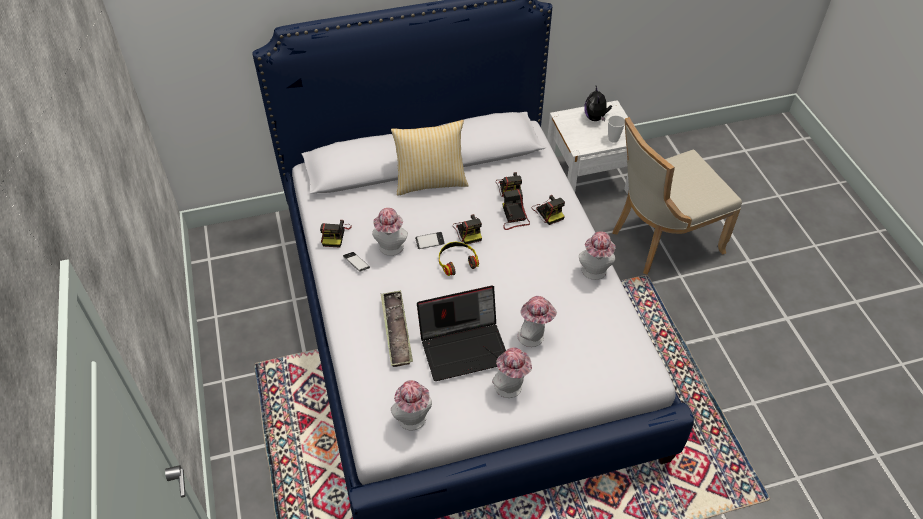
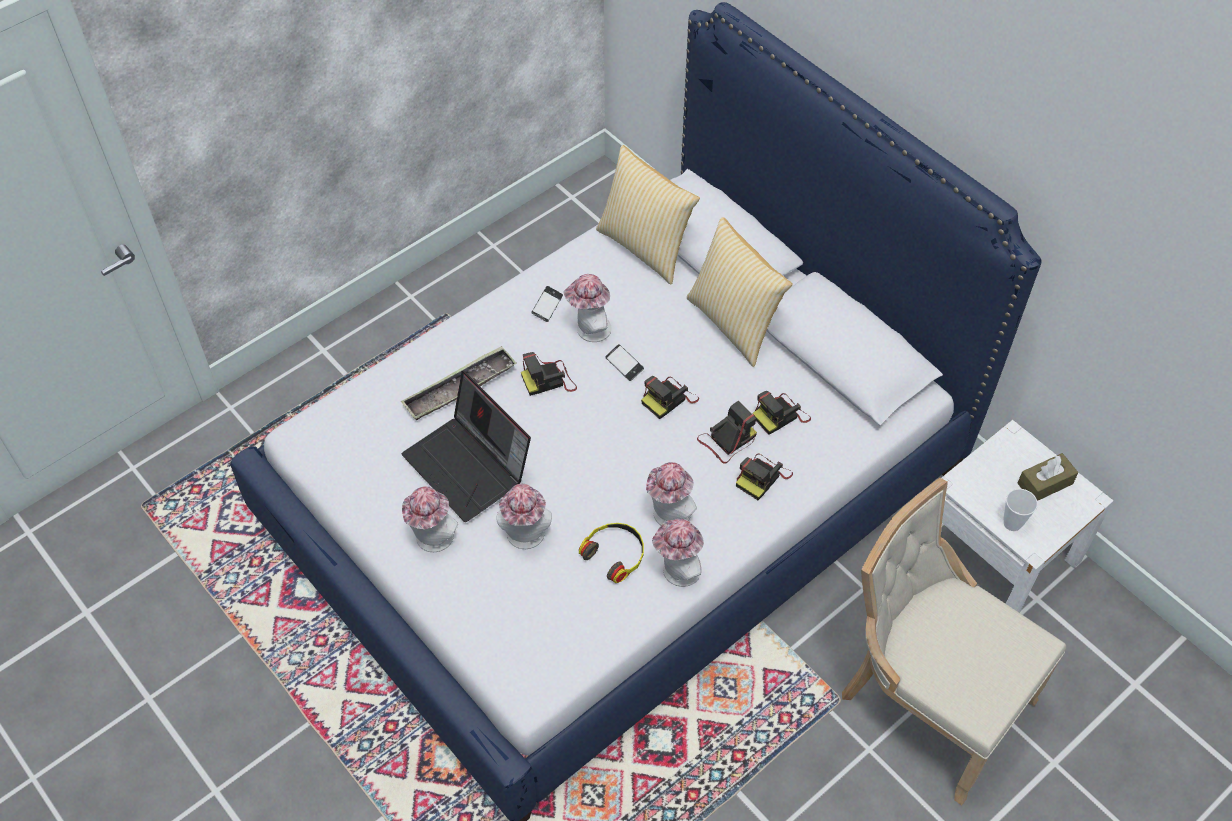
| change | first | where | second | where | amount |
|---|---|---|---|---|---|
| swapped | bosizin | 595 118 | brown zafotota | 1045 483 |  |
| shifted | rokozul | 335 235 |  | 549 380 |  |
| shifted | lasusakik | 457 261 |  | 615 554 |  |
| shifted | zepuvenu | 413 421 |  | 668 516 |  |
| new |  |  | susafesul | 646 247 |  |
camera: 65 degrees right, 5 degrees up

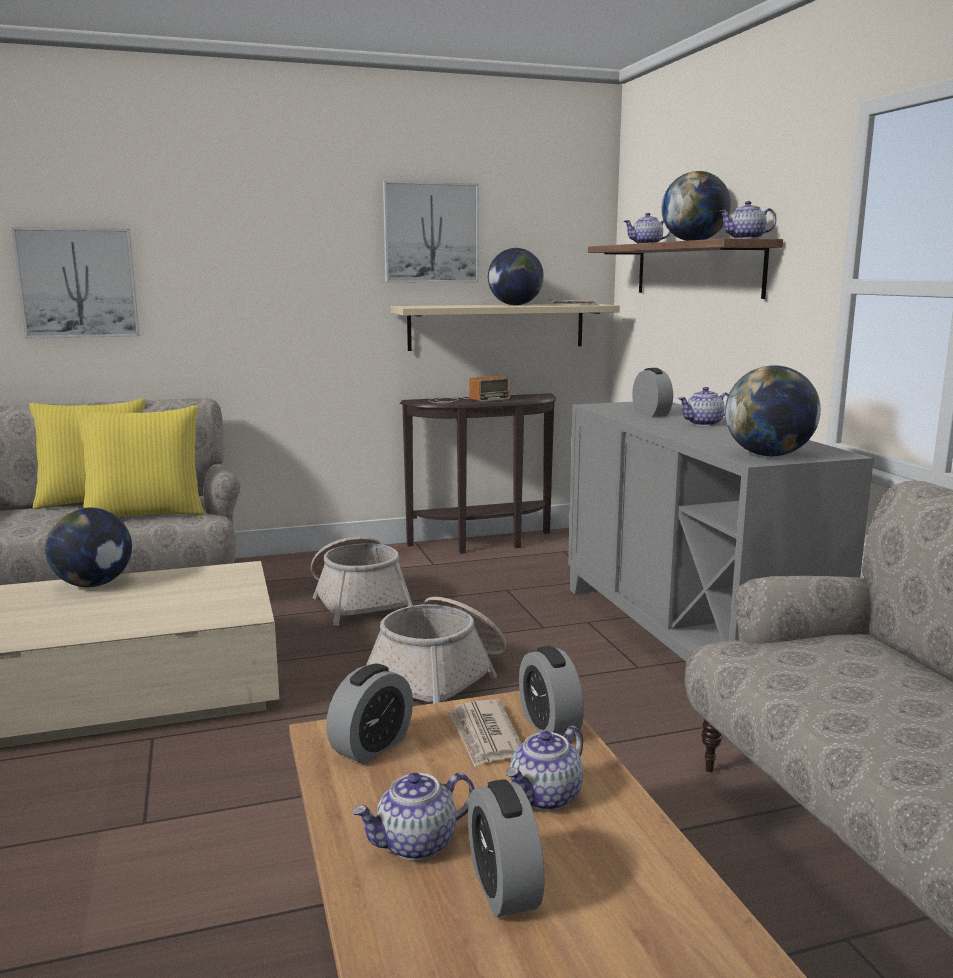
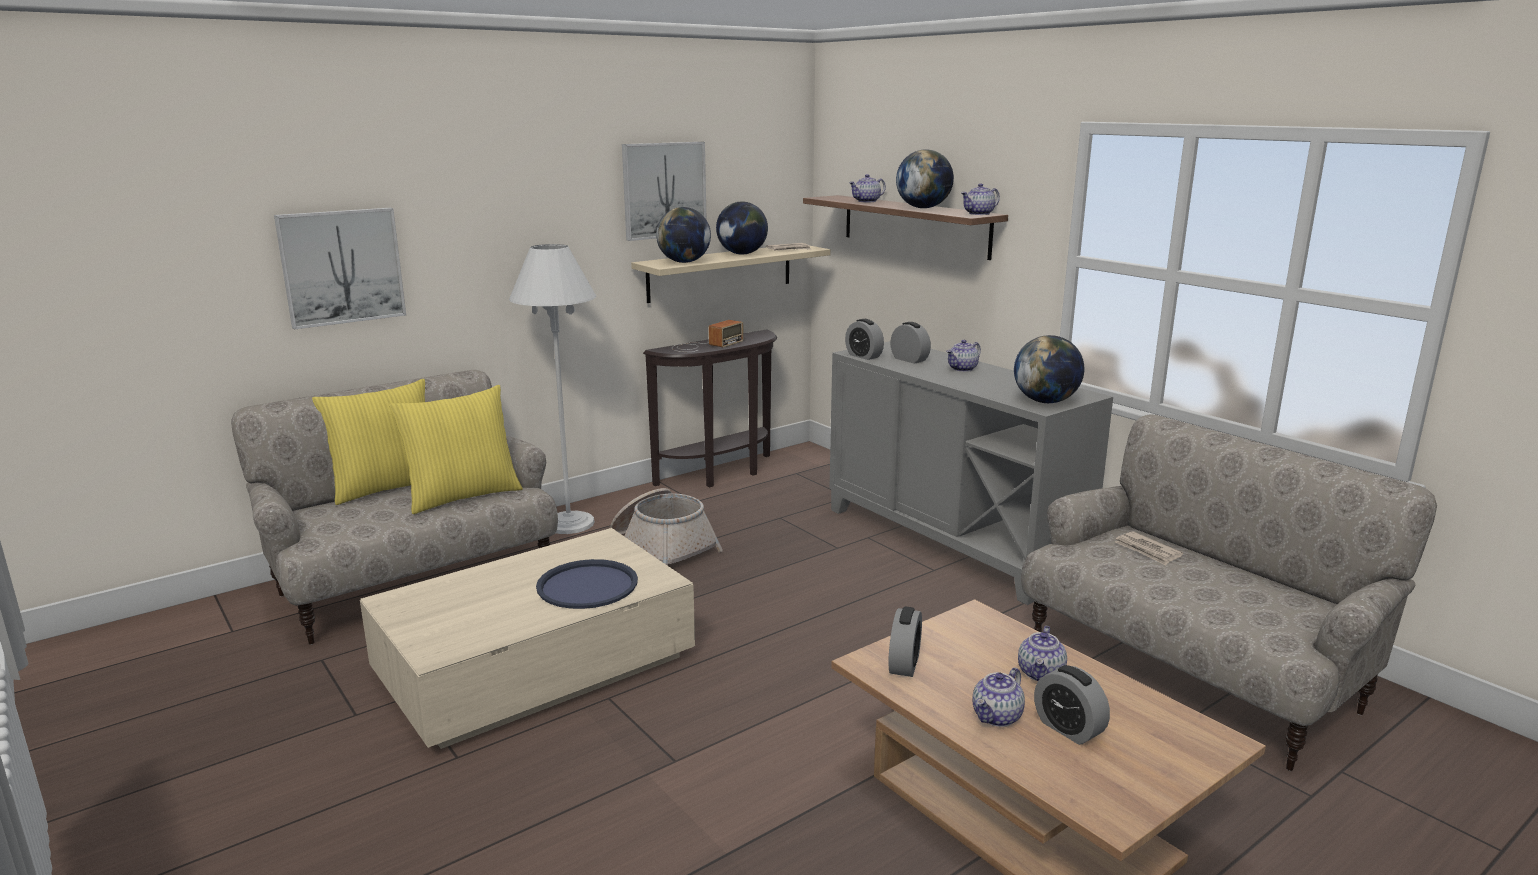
| change | first | where | second | where | amount |
|---|---|---|---|---|---|
| shifted | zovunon | 93 584 |  | 684 262 |  |
| gone | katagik | 440 676 |  |  |  |
| shifted | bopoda | 549 725 |  | 863 356 |  |
| shifted | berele | 484 736 |  | 1147 551 |  |
| new |  |  | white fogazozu | 569 523 |  |
| new |  |  | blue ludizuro | 587 586 |  |
camera: 20 degrees left, 5 degrees up

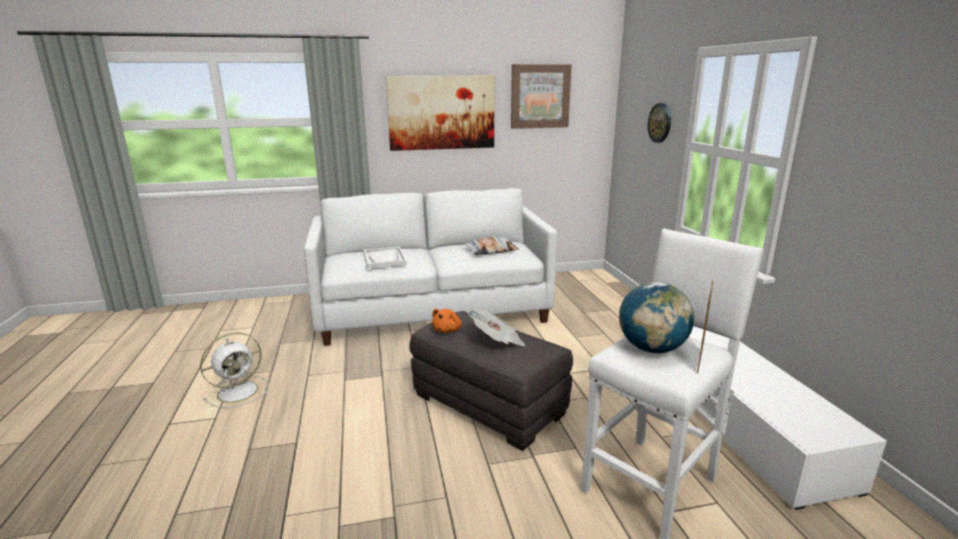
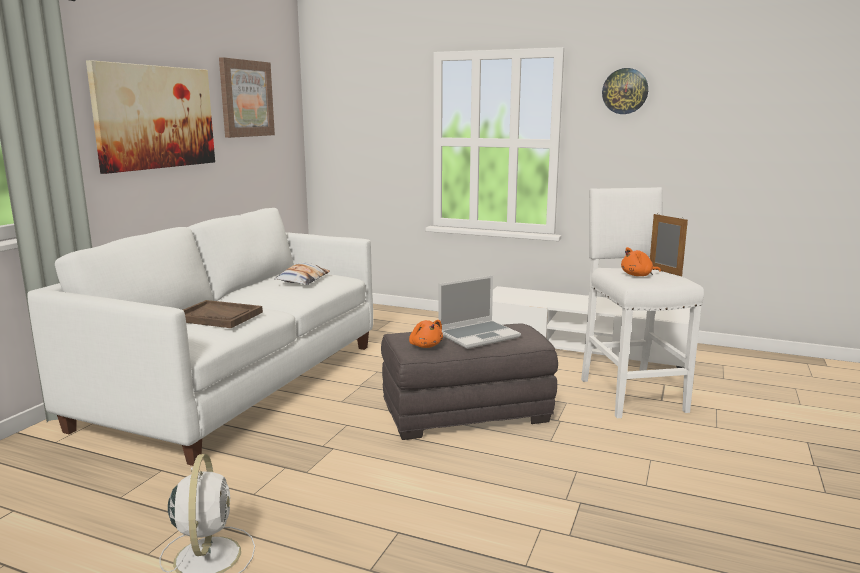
| change | first | where | second | where | amount |
|---|---|---|---|---|---|
| shifted | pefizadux | 660 123 |  | 625 91 |  |
| repainted | white ludizuro | 384 259 | brown ludizuro | 218 316 |  |
| swapped | zovunon | 651 349 | orange bosizin | 638 275 |  |
| swapped | berele | 496 341 | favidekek | 479 335 |  |
camera: 55 degrees left, 5 degrees down

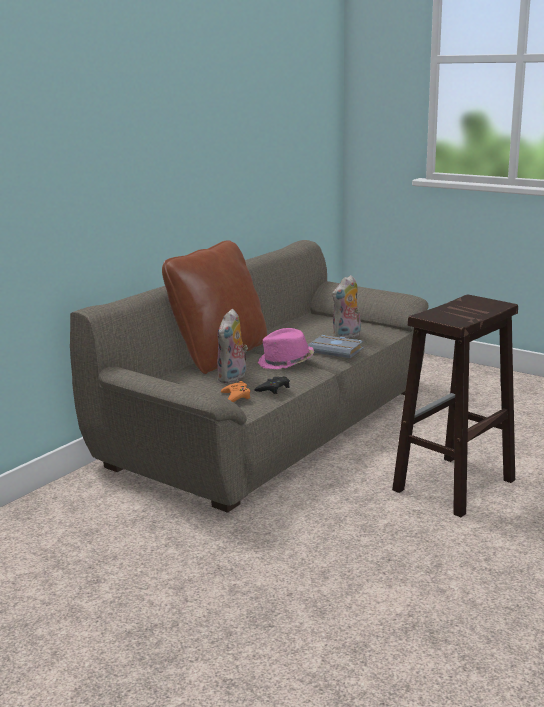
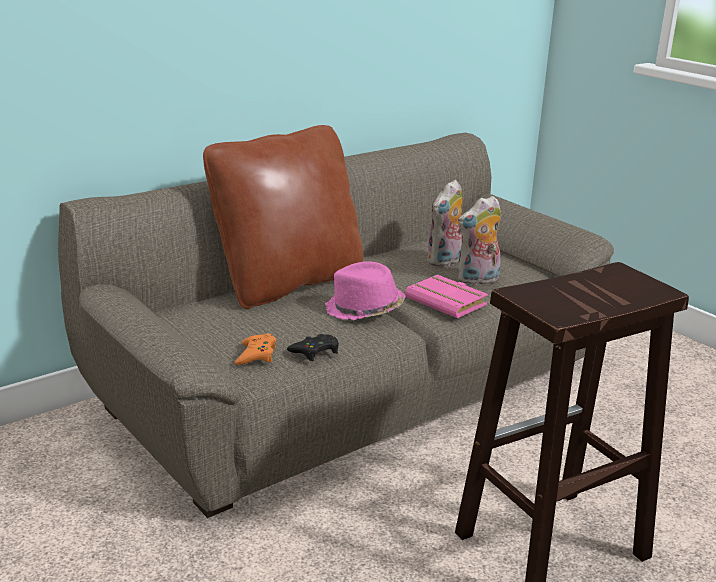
| change | first | where | second | where | amount |
|---|---|---|---|---|---|
| shifted | bosizin | 233 378 |  | 445 261 |  |
| repainted | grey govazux | 337 350 | pink govazux | 448 302 |  |
camera: 15 degrees right, 5 degrees up

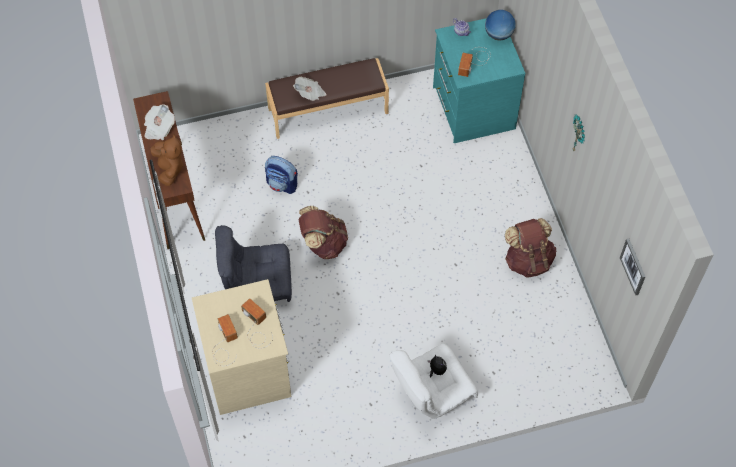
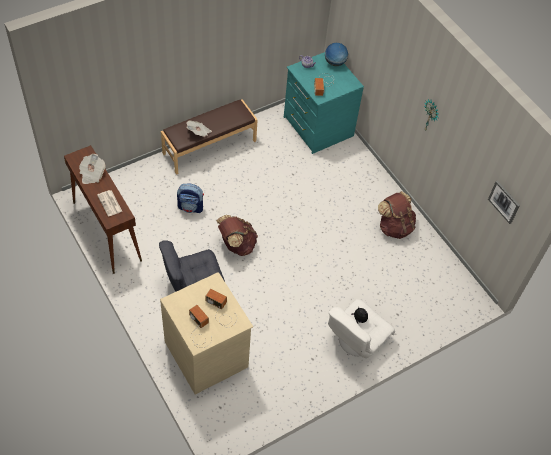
| change | first | where | second | where | amount |
|---|---|---|---|---|---|
| swapped | brown bosizin | 169 169 | berele | 110 203 |  |
camera: 20 degrees left, 5 degrees down

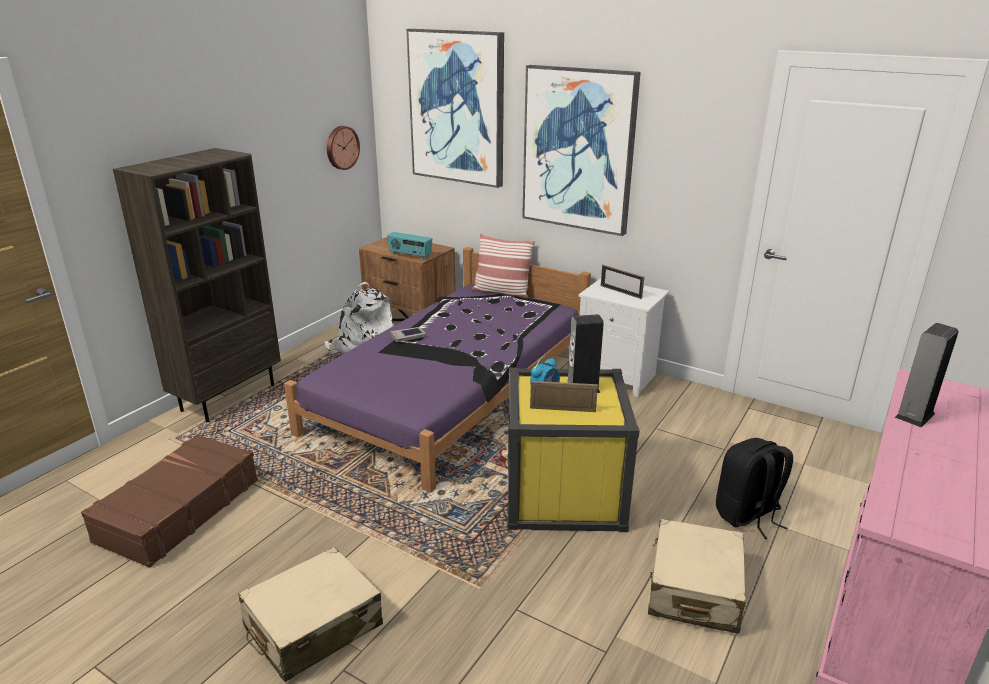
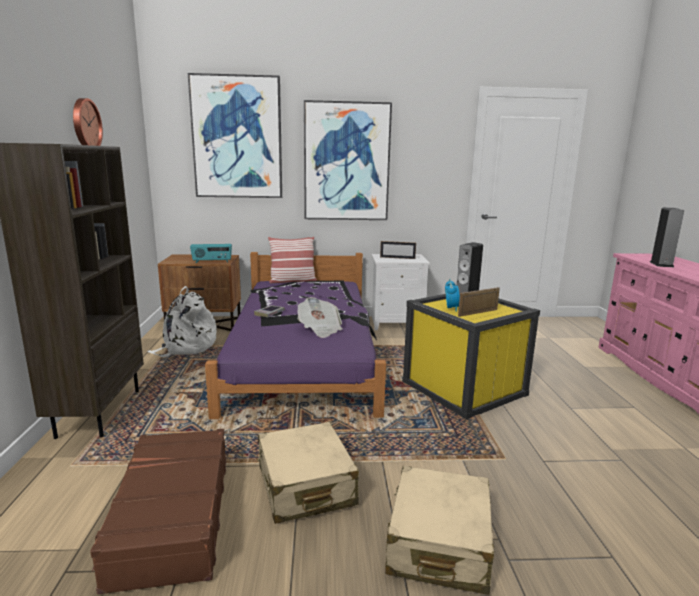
| change | first | where | second | where | amount |
|---|---|---|---|---|---|
| shifted | pefizadux | 341 147 |  | 85 124 |  |
| gone | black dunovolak | 747 515 |  |  |  |
| shifted | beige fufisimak | 694 589 |  | 305 485 |  |
| new |  |  | berele | 319 329 |  |
camera: 35 degrees left, 10 degrees down

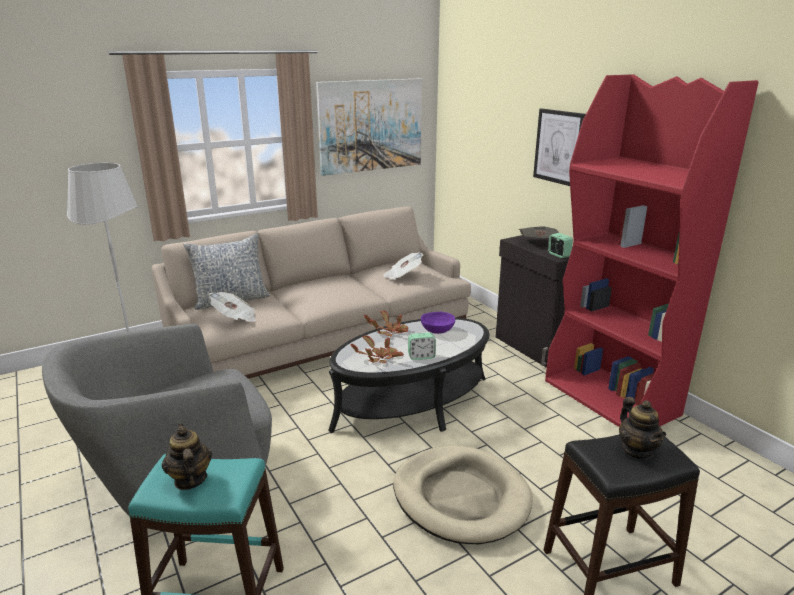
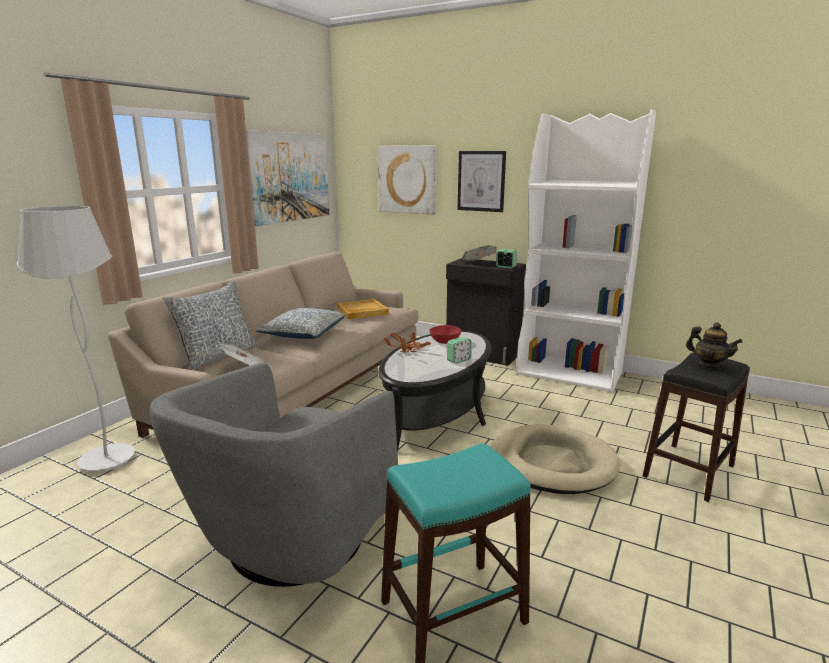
| change | first | where | second | where | amount |
|---|---|---|---|---|---|
| repainted | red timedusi | 611 398 | white timedusi | 570 373 |  |
| swapped | berele | 403 276 | beige ludizuro | 362 311 |  |
| repainted | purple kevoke | 437 331 | red kevoke | 444 342 |  |
| gone | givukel | 379 358 |  |  |  |
| gone | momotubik | 190 479 |  |  |  |
| new |  |  | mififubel | 407 179 |  |
| new |  |  | susafesul | 303 333 |  |
camera: 30 degrees left, 5 degrees down

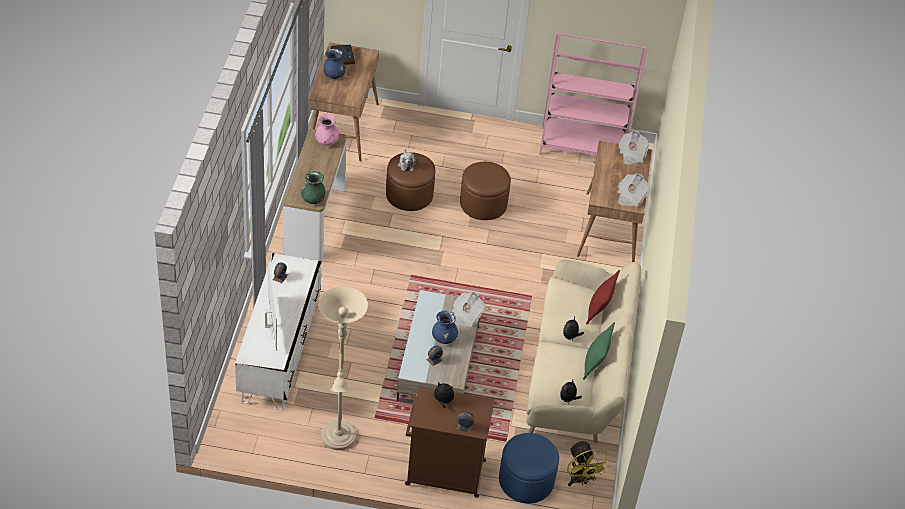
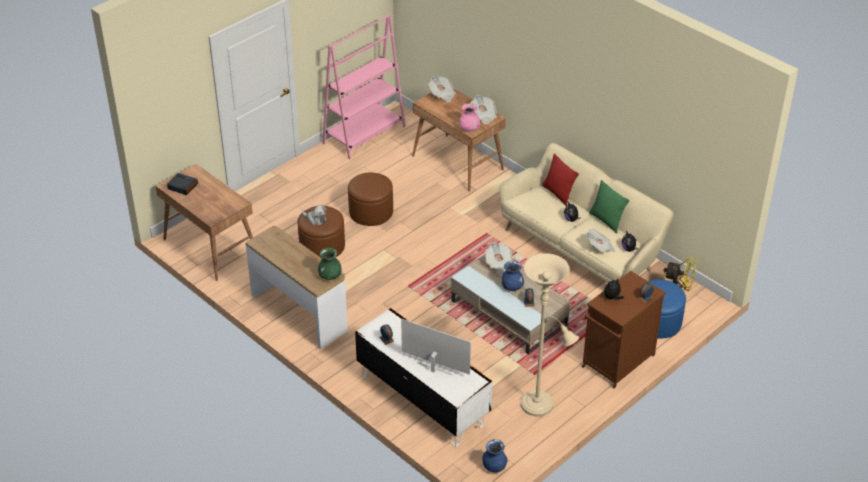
| change | first | where | second | where | amount |
|---|---|---|---|---|---|
| shifted | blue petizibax | 334 75 |  | 494 466 |  |
| shifted | pink petizibax | 327 142 |  | 469 129 |  |
| new |  |  | berele | 600 248 |  |
camera: 50 degrees left, 5 degrees down

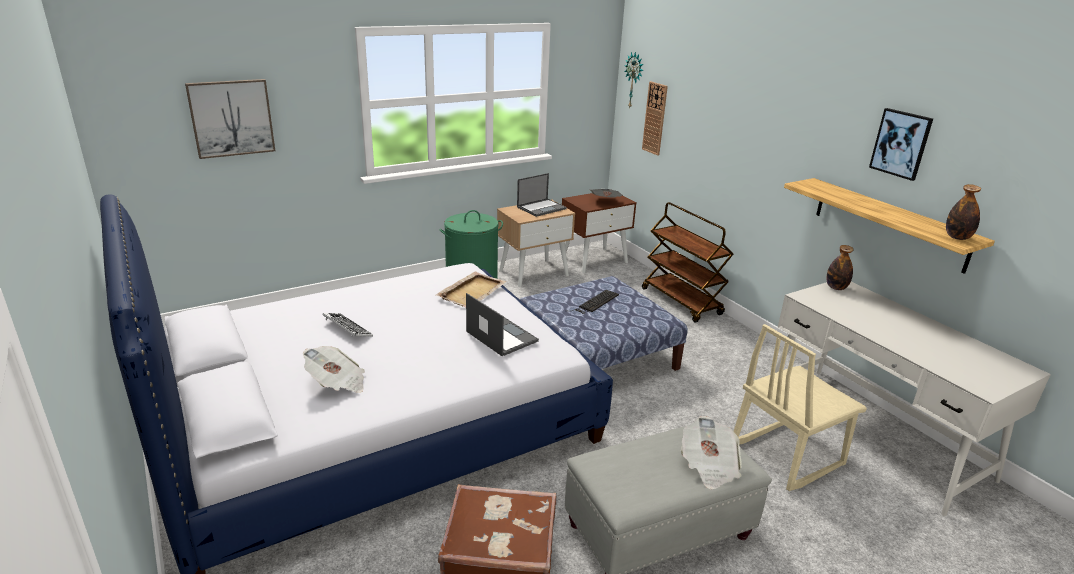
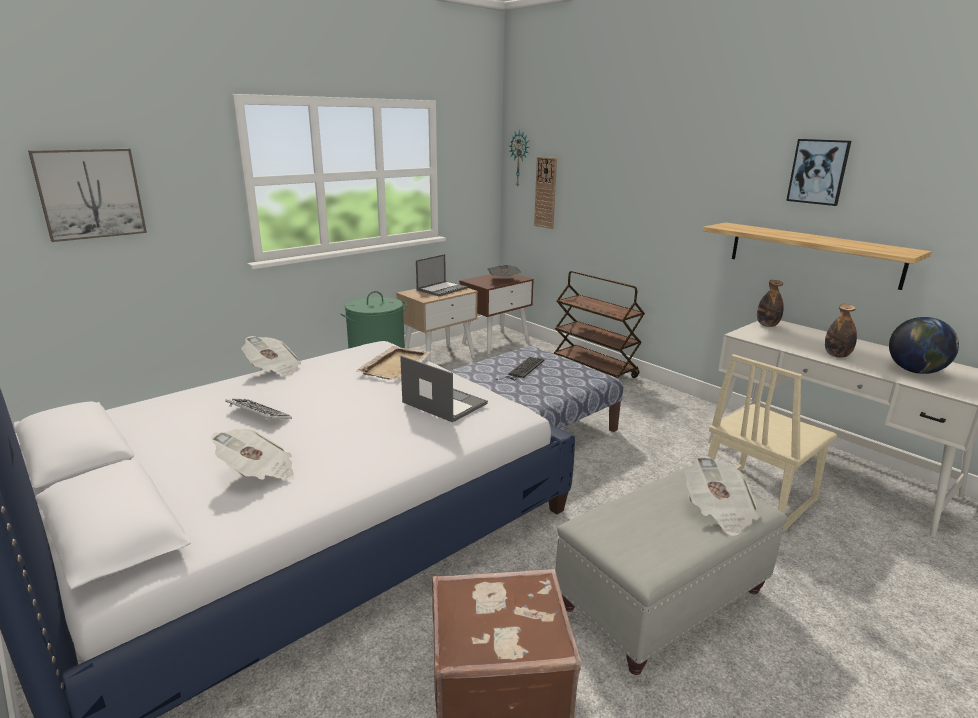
| change | first | where | second | where | amount |
|---|---|---|---|---|---|
| shifted | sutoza | 957 237 |  | 837 355 |  |
| new |  |  | zovunon | 915 371 |  |
| new |  |  | berele | 274 370 |  |
camera: 10 degrees left, 5 degrees down

